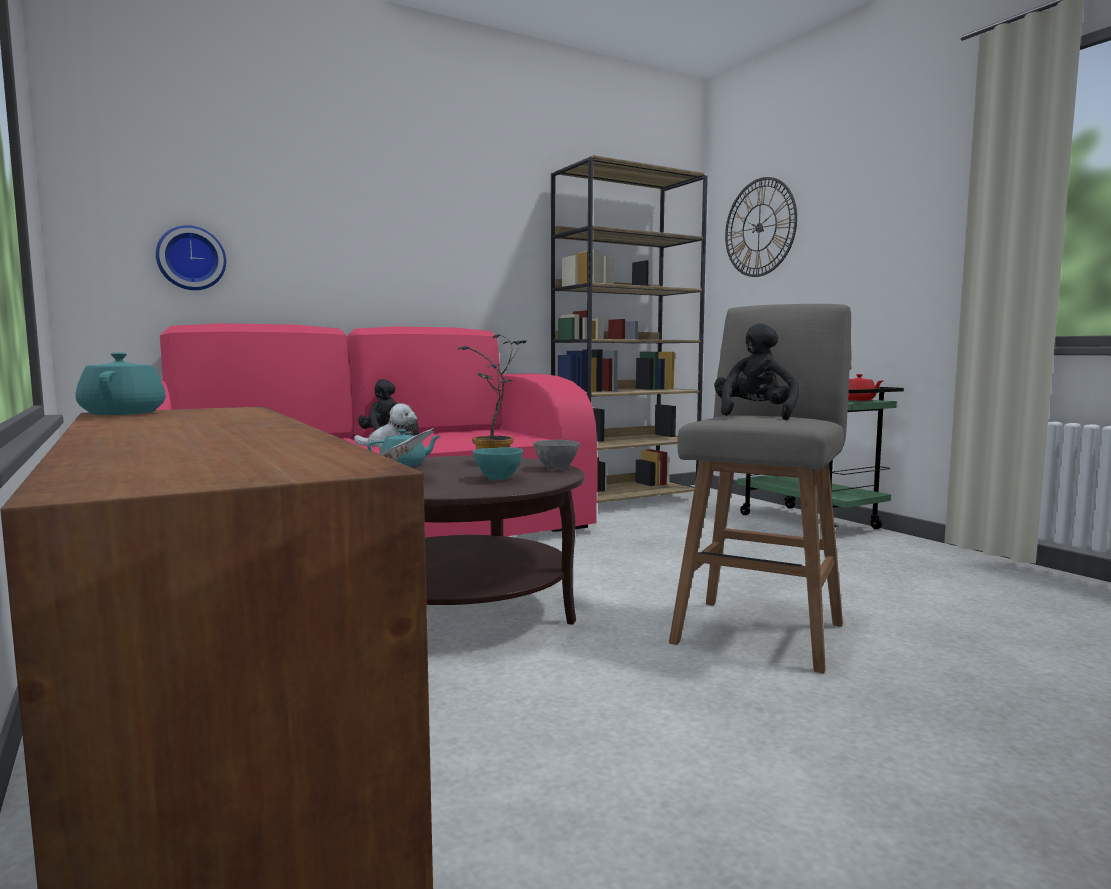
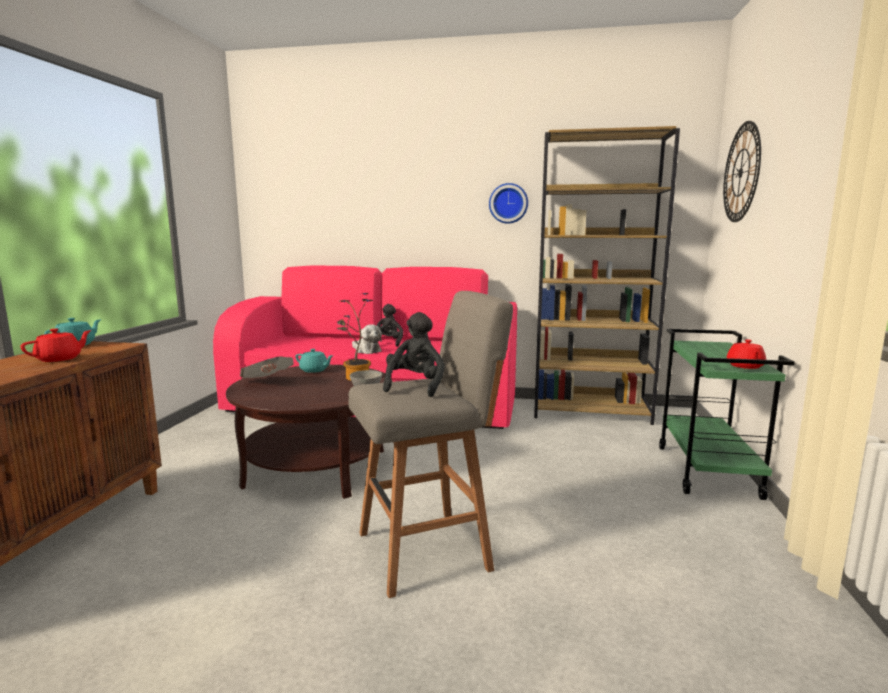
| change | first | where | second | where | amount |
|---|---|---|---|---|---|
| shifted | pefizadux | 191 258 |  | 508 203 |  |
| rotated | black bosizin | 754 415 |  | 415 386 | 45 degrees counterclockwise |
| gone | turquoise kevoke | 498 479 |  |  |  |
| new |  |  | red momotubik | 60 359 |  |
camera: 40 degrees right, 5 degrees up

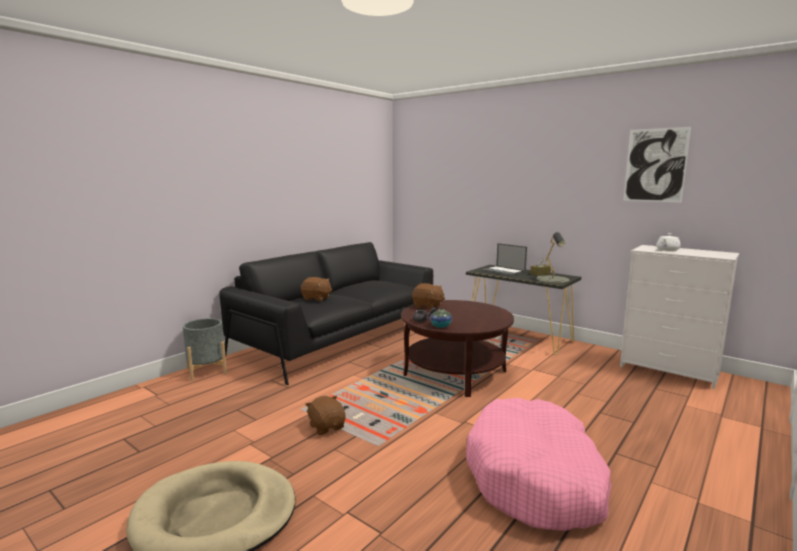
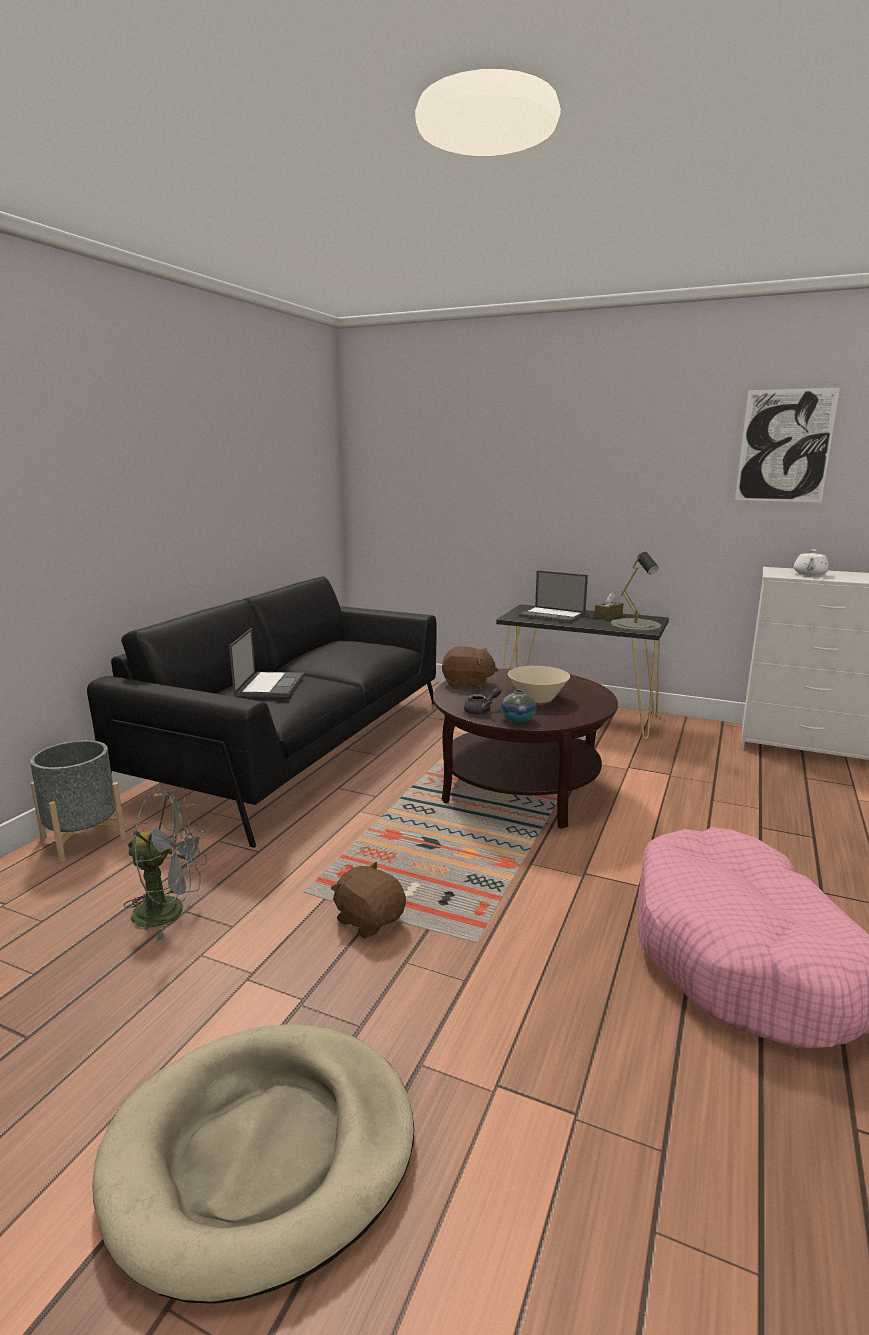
| change | first | where | second | where | amount |
|---|---|---|---|---|---|
| swapped | brown bosizin | 316 298 | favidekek | 270 685 |  |
| new |  |  | beige kevoke | 537 699 |  |
| new |  |  | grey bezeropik | 170 911 |  |
camera: 15 degrees left, 5 degrees up

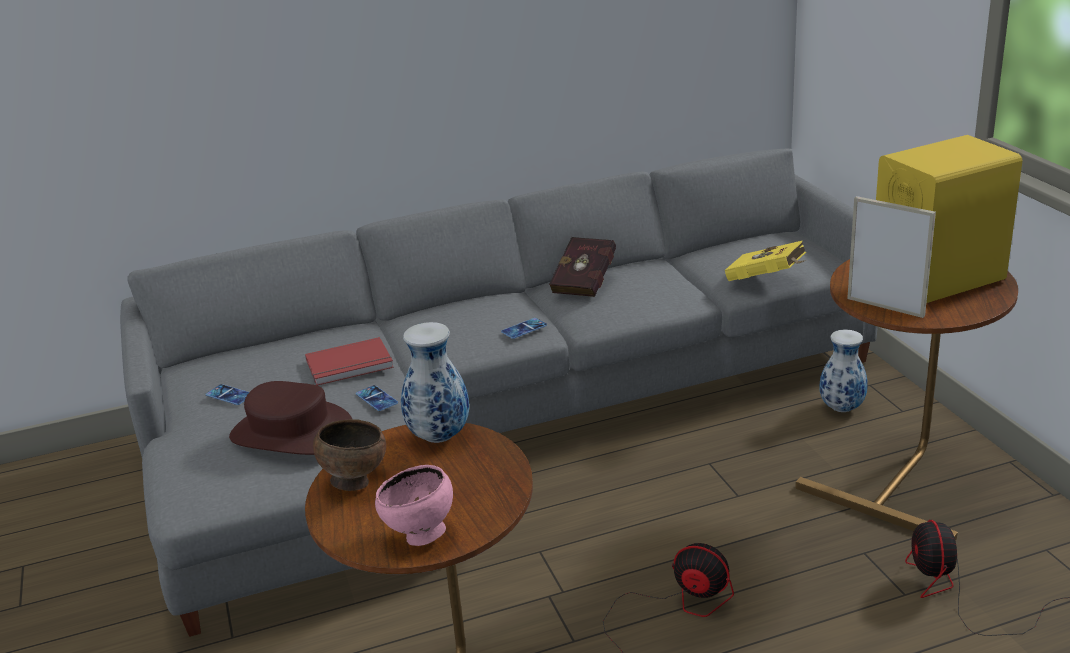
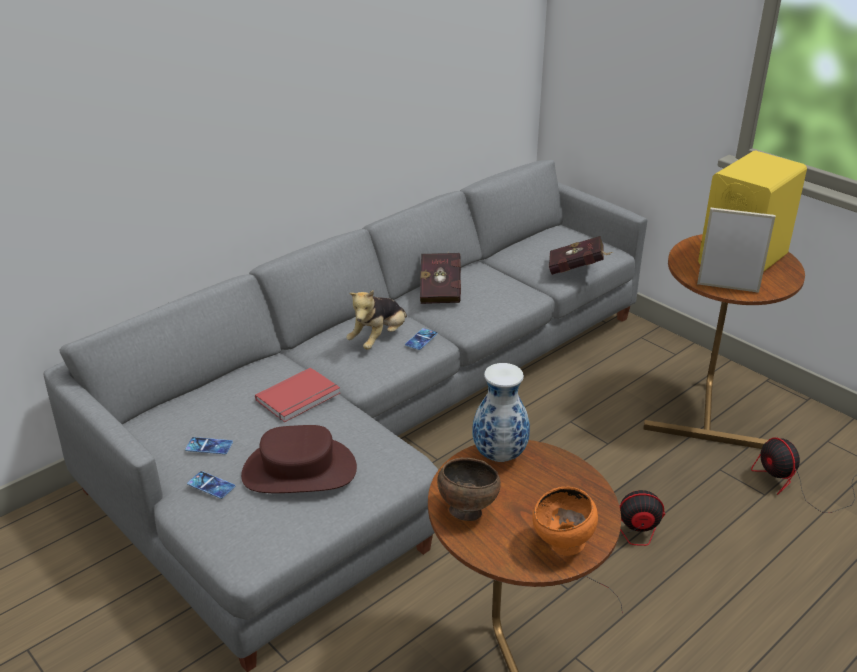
| change | first | where | second | where | amount |
|---|---|---|---|---|---|
| repainted | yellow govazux | 767 280 | red govazux | 577 270 |  |
| gone | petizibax | 842 408 |  |  |  |
| shifted | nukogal | 376 398 |  | 211 485 |  |
| repainted | pink kevoke | 420 536 | orange kevoke | 562 546 |  |
| new |  |  | bosizin | 379 339 |  |
camera: 25 degrees left, 5 degrees up

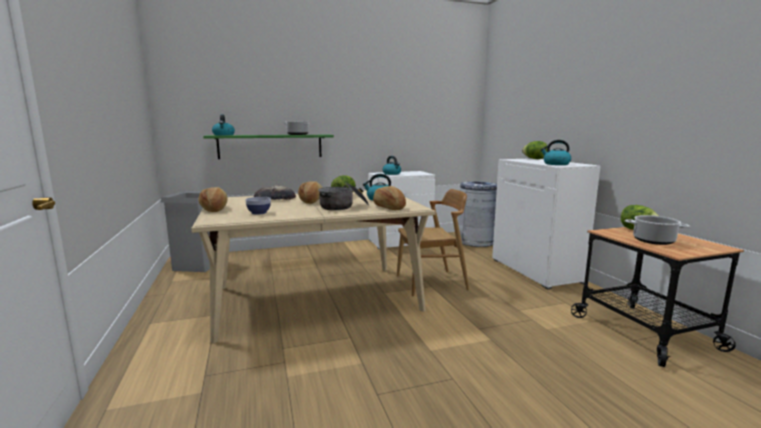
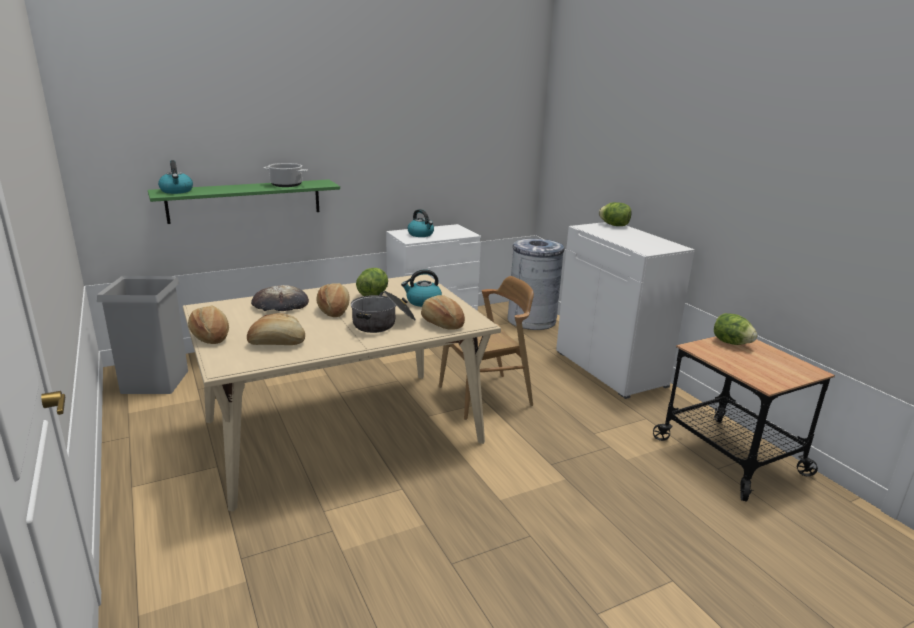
| change | first | where | second | where | amount |
|---|---|---|---|---|---|
| gone | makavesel | 556 164 |  |  |  |
| swapped | kevoke | 259 213 | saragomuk | 277 343 |  |
| gone | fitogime | 654 241 |  |  |  |
camera: 10 degrees left, 10 degrees up

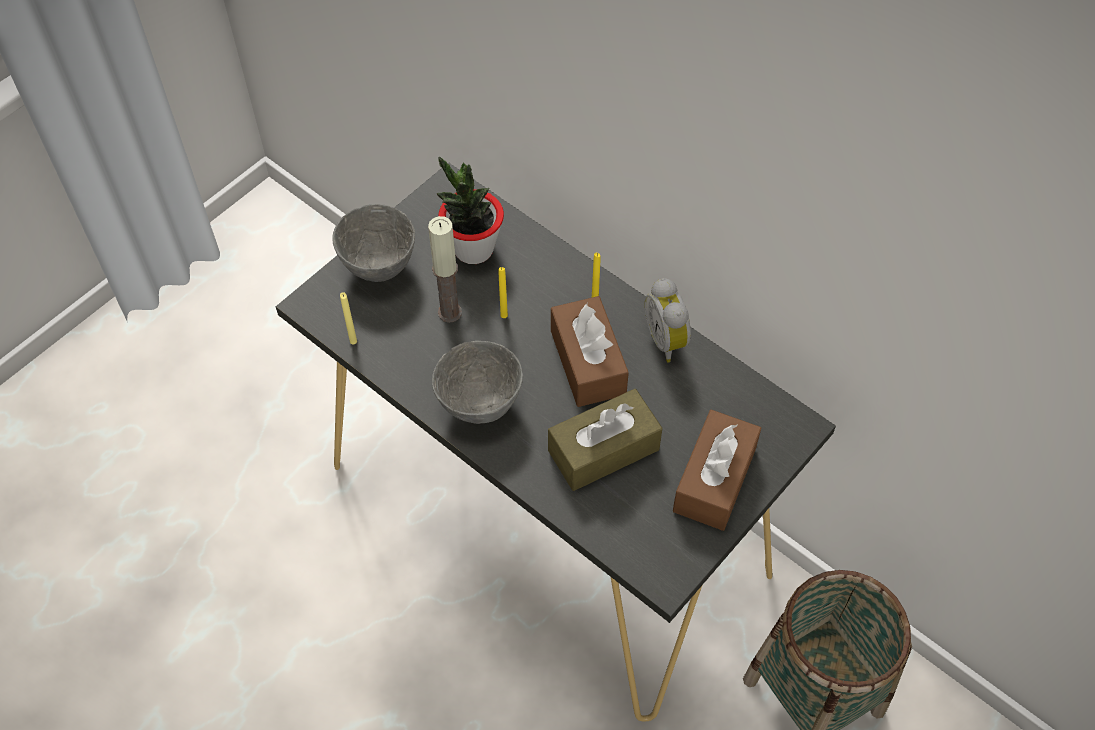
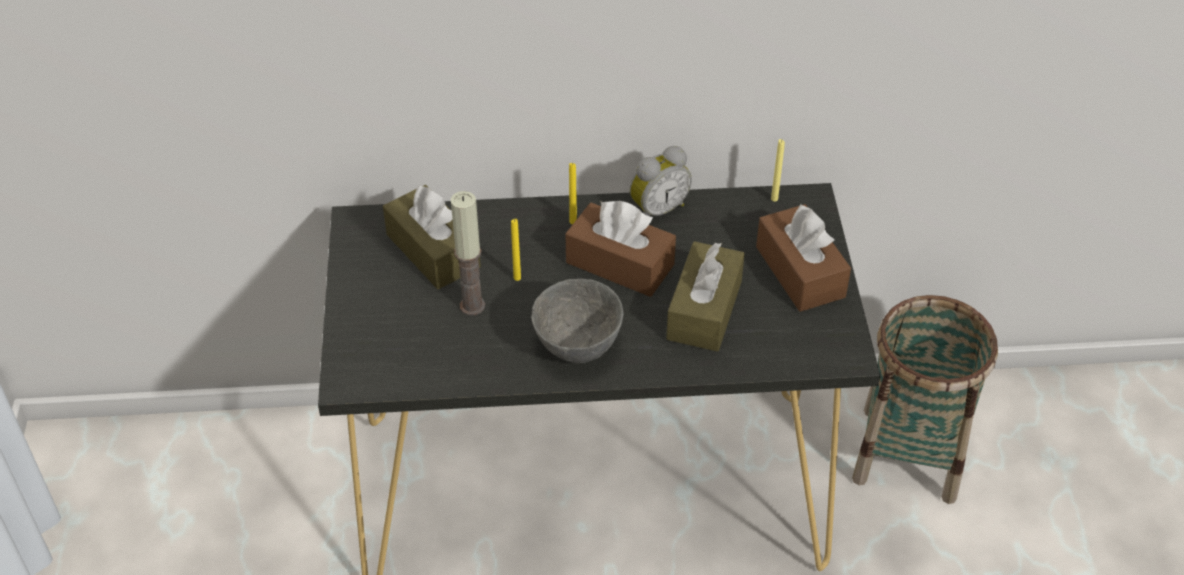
| change | first | where | second | where | amount |
|---|---|---|---|---|---|
| swapped | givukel | 473 249 | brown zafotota | 433 251 |  |
| gone | grey kevoke | 377 267 |  |  |  |
| rotated | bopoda | 668 340 |  | 657 209 | 60 degrees counterclockwise |
| shifted | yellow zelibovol | 353 341 |  | 774 199 |  |
camera: 45 degrees left, 10 degrees down

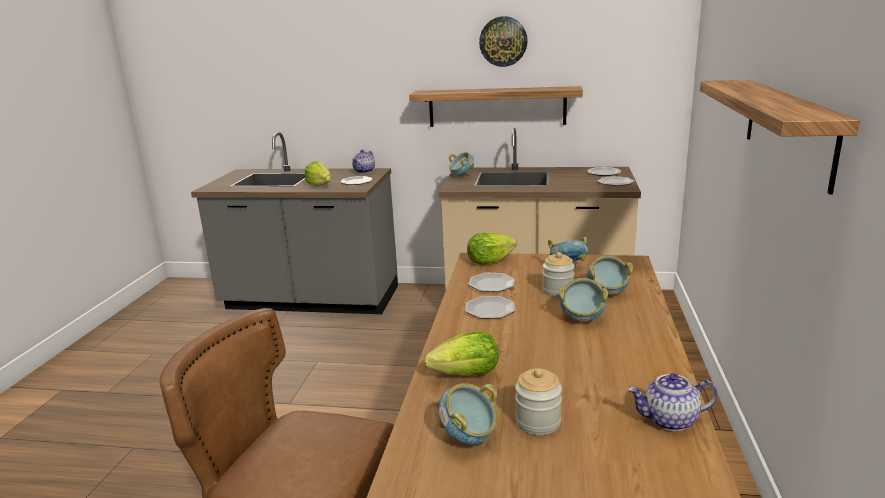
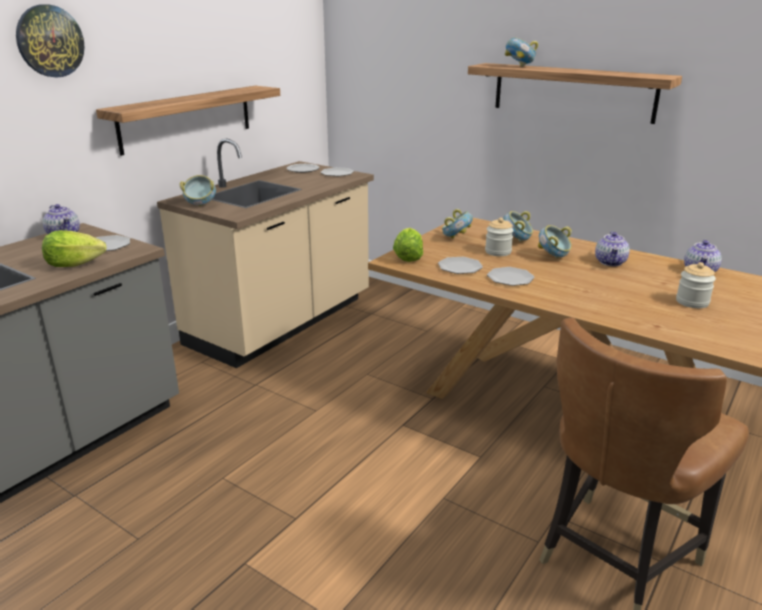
| change | first | where | second | where | amount |
|---|---|---|---|---|---|
| shifted | pefizadux | 503 41 |  | 50 41 |  |
| gone | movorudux | 466 375 |  |  |  |
| shifted | kevoke | 469 438 |  | 519 66 |  |
| new |  |  | momotubik | 611 262 |  |
camera: 65 degrees left, 5 degrees up

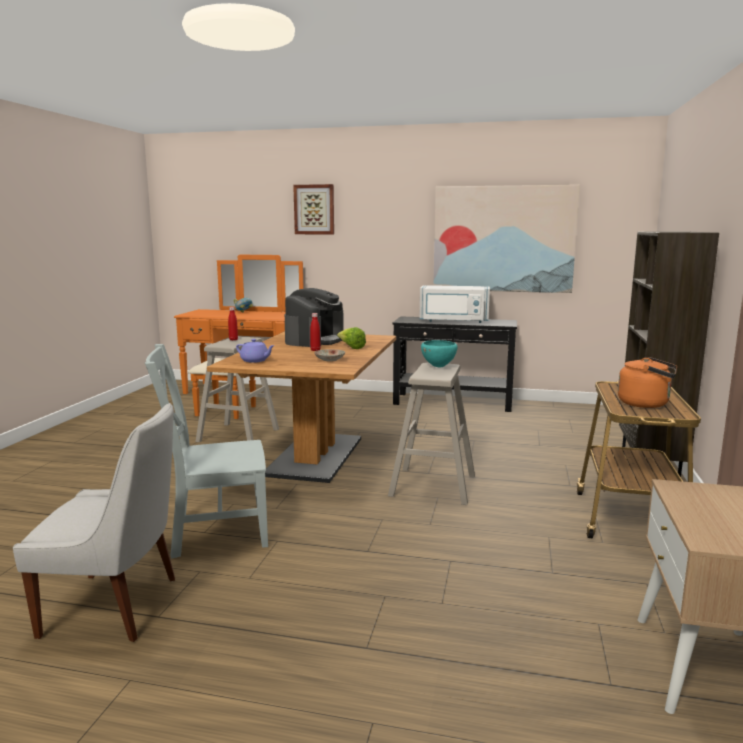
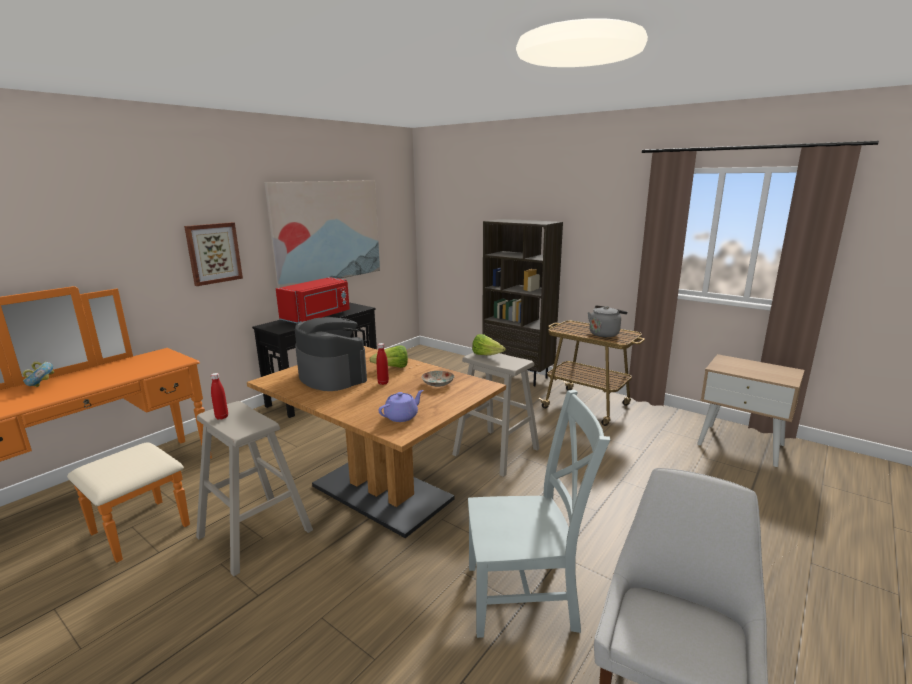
| change | first | where | second | where | amount |
|---|---|---|---|---|---|
| shifted | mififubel | 314 209 |  | 213 253 |  |
| repainted | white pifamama | 454 321 | red pifamama | 318 317 |  |
| swapped | turquoise kevoke | 439 367 | movorudux | 486 355 |  |
| rotated | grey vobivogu | 214 532 |  | 526 597 | 105 degrees counterclockwise |
| repainted | orange makavesel | 646 404 | grey makavesel | 605 334 |  |
camera: 65 degrees left, 5 degrees up

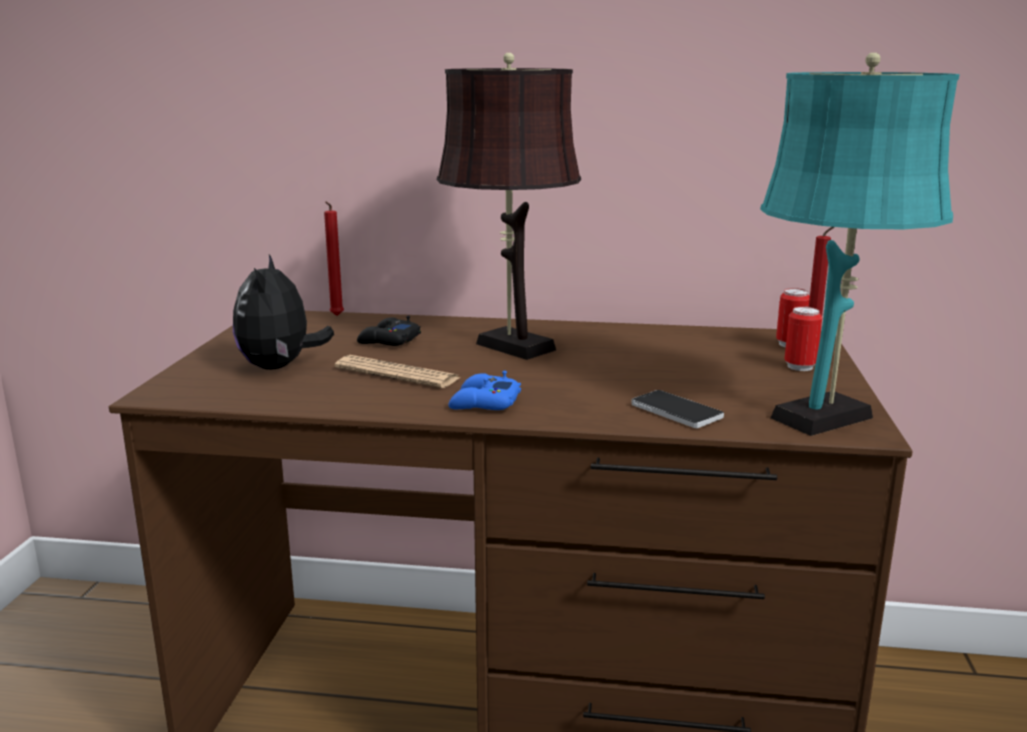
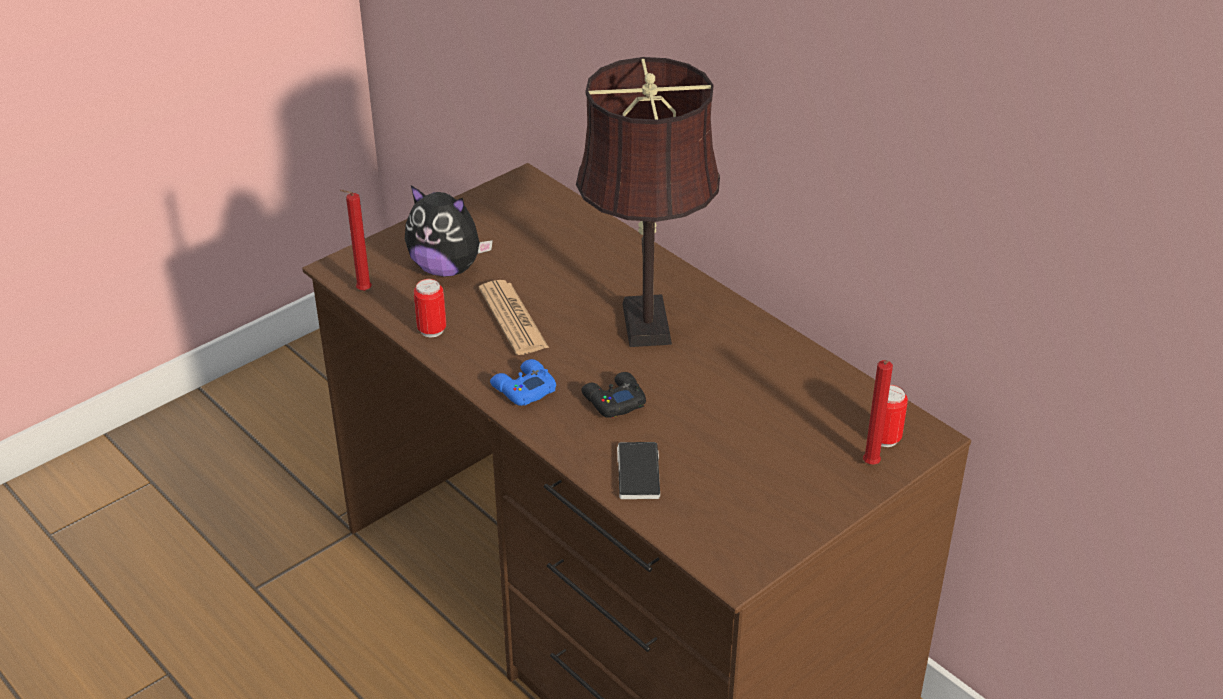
| change | first | where | second | where | amount |
|---|---|---|---|---|---|
| gone | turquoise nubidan | 829 416 |  |  |  |
| shifted | red zelibovol | 336 316 |  | 362 291 |  |
| rotated | bosizin | 280 367 |  | 447 268 | 105 degrees counterclockwise |
| shifted | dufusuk | 800 367 |  | 432 330 |  |
| shifted | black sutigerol | 388 341 |  | 613 400 |  |
camera: 40 degrees right, 20 degrees up

